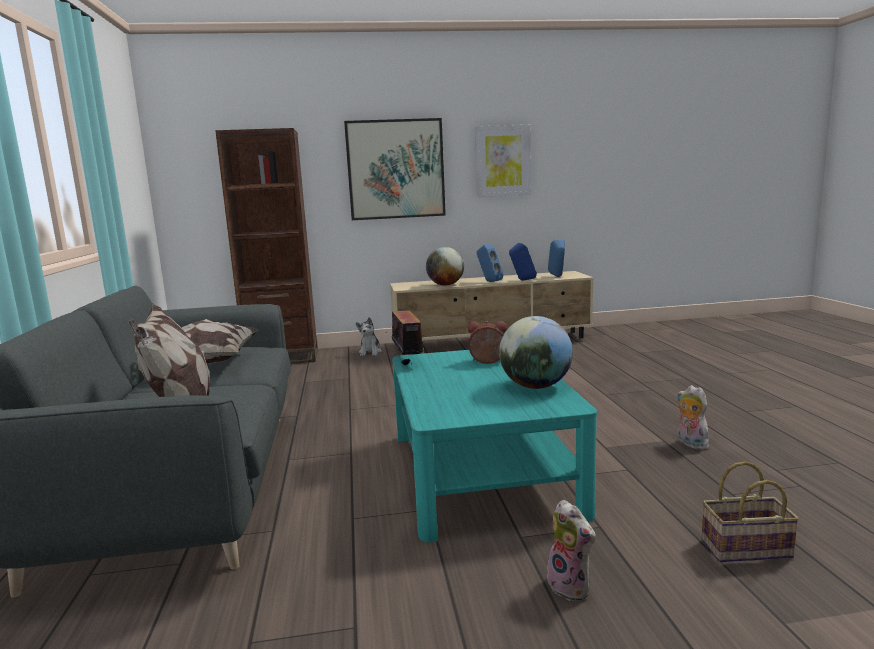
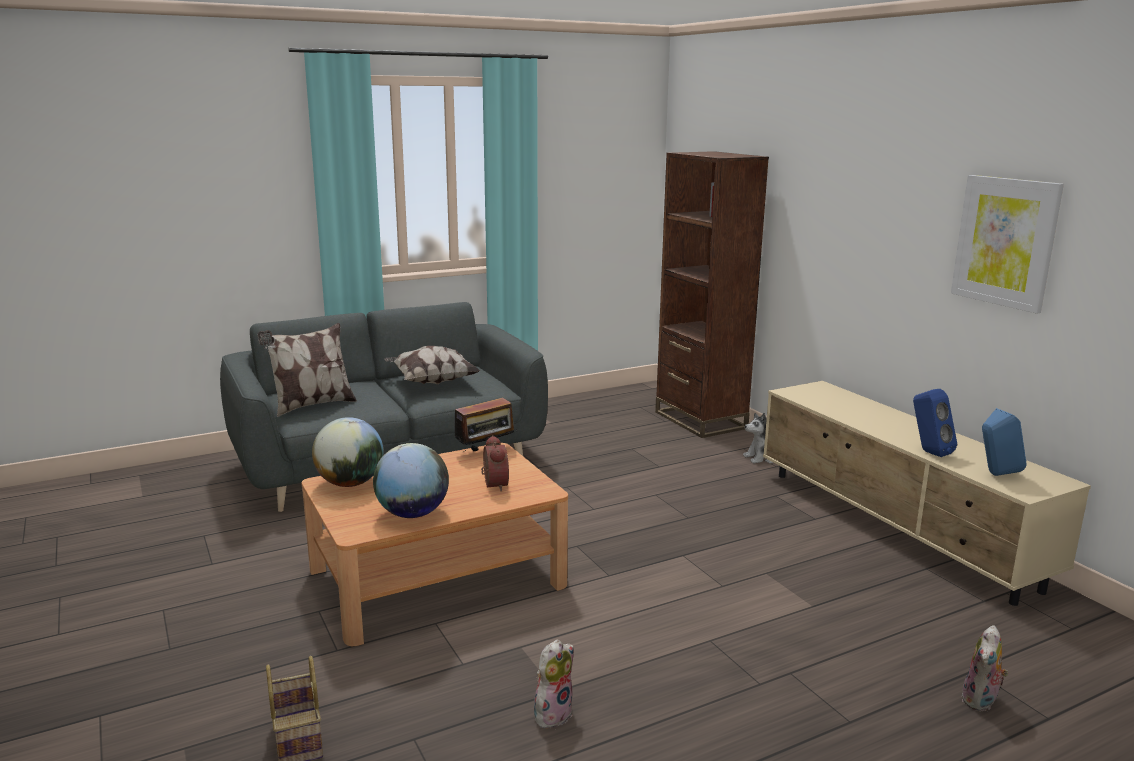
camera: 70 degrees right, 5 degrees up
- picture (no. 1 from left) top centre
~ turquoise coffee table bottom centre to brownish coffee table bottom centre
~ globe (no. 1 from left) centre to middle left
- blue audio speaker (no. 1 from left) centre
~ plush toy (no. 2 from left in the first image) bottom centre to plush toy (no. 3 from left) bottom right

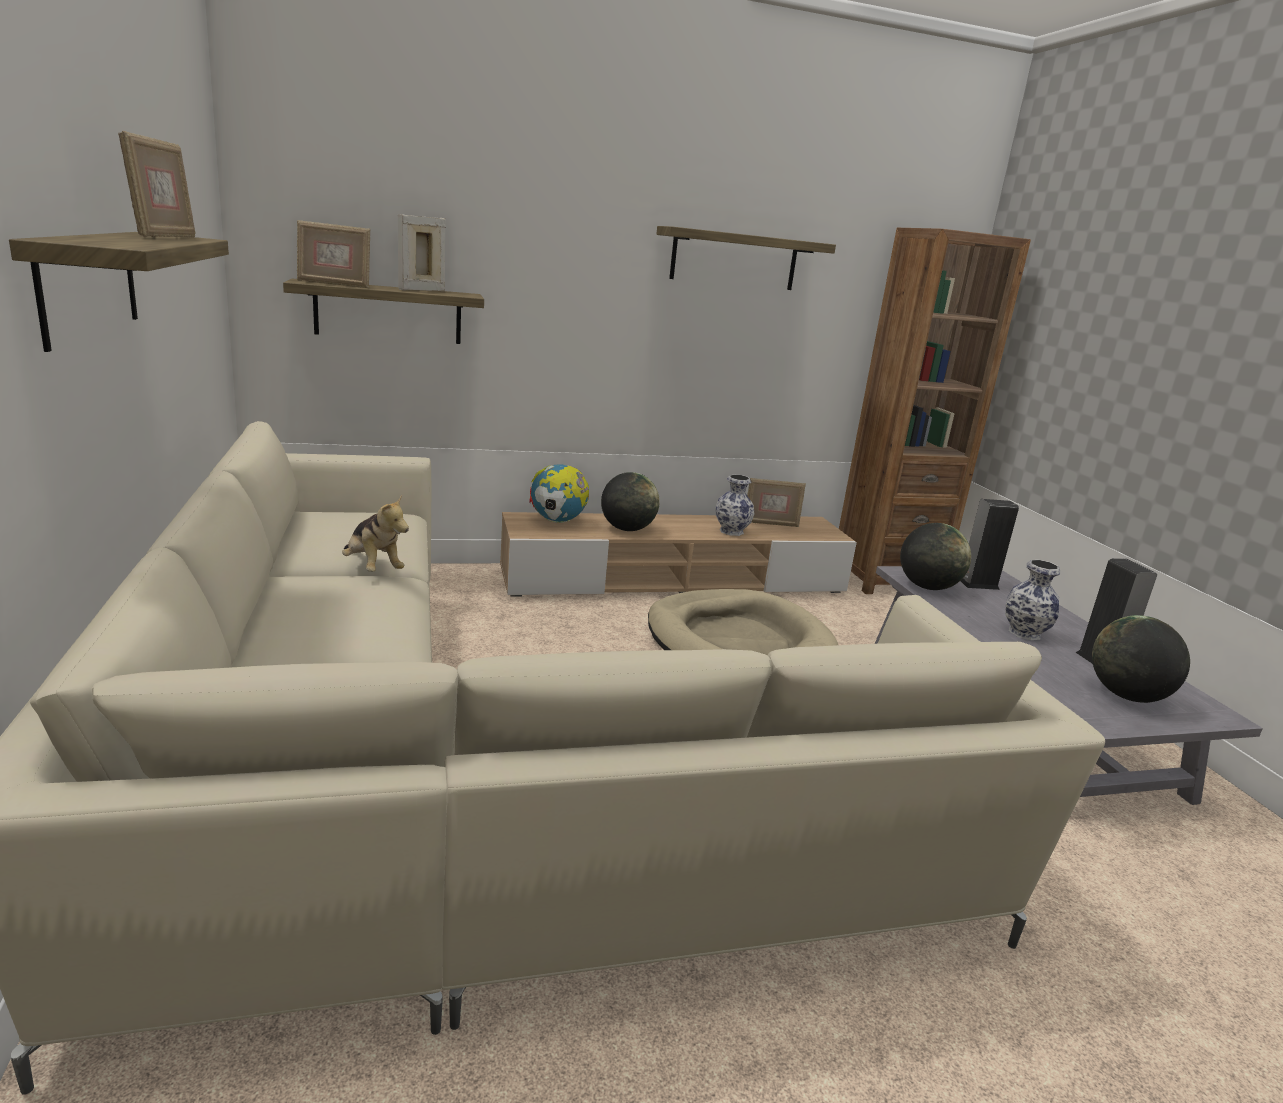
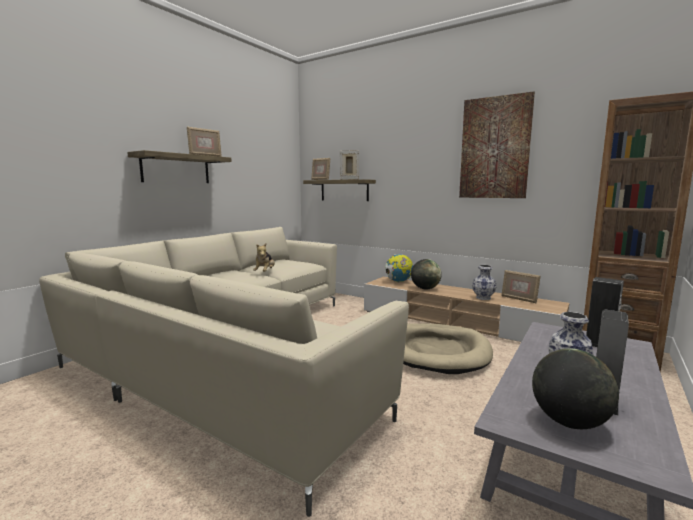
camera: 50 degrees right, 10 degrees down
~ shelf (no. 3 from left) top centre to picture top right
- globe (no. 3 from left) middle right

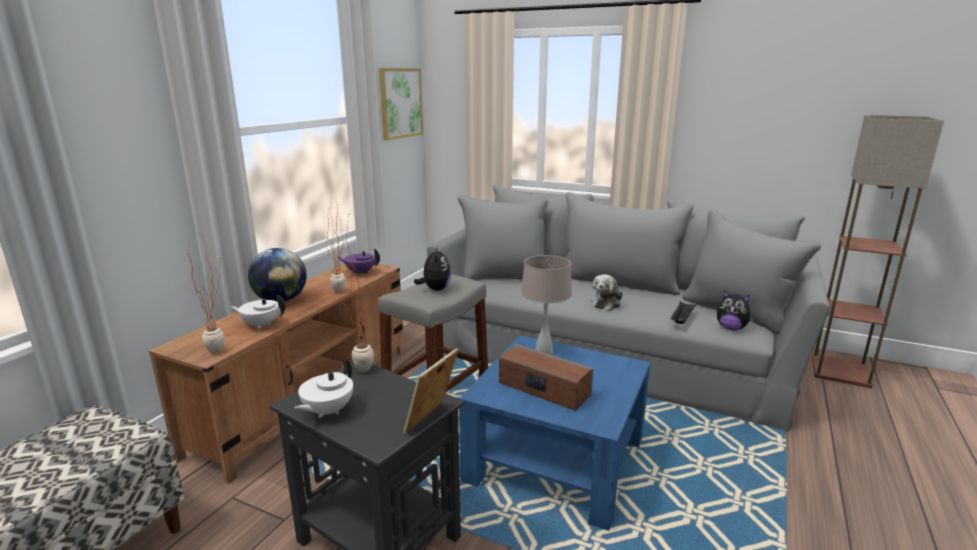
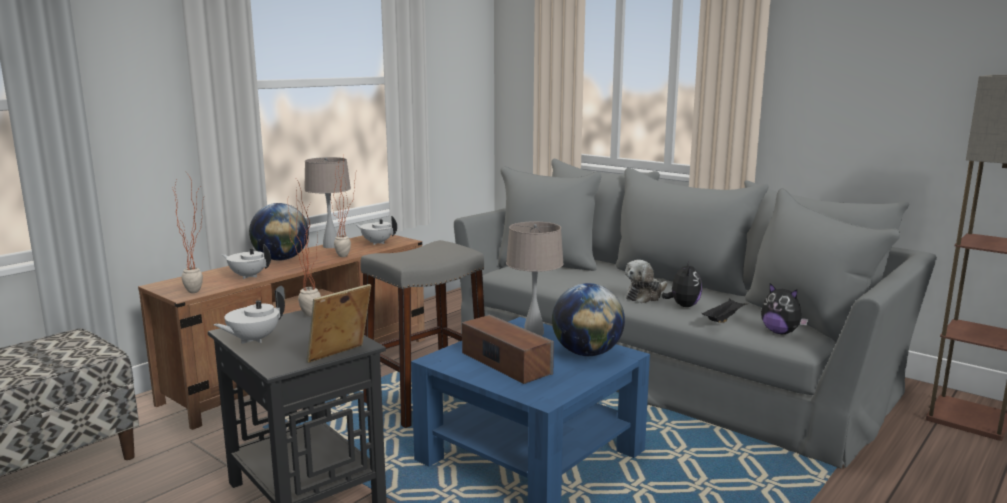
camera: 15 degrees right, 5 degrees down
~ purple-coloured teapot centre to white teapot (no. 3 from left) centre
- picture top centre
~ plush toy (no. 1 from left in the first image) centre to plush toy (no. 2 from left) middle right
+ beige tabletop lamp (no. 1 from left) middle left
+ globe (no. 2 from left) centre

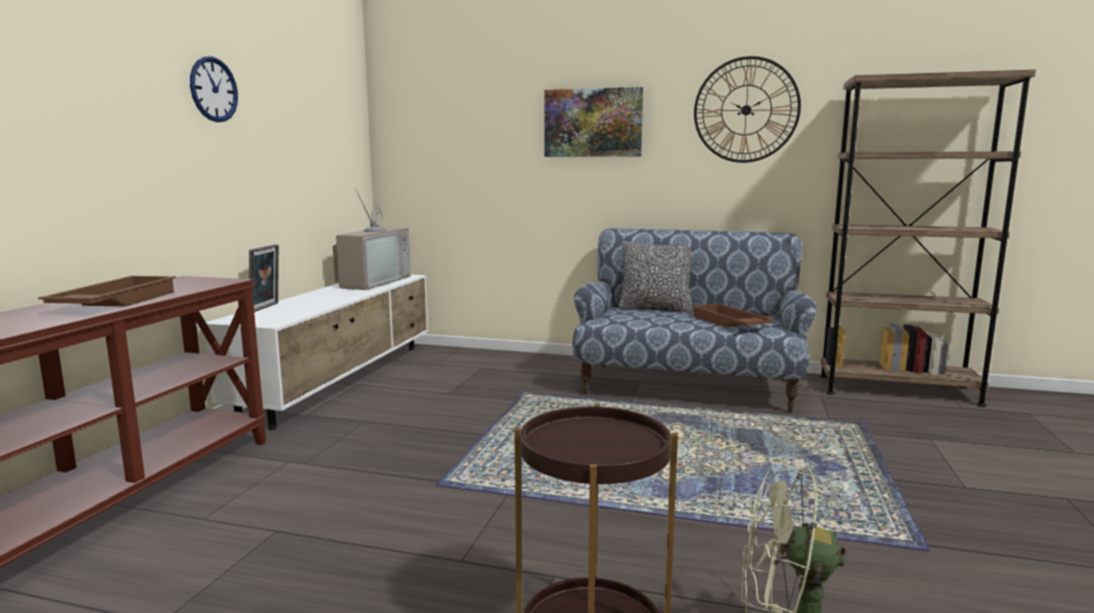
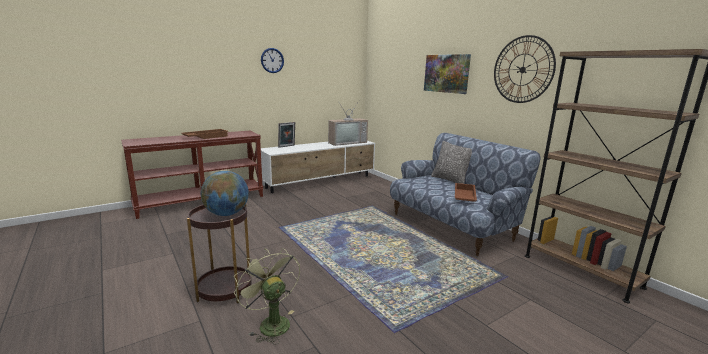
camera: 40 degrees right, 5 degrees up
+ globe middle left

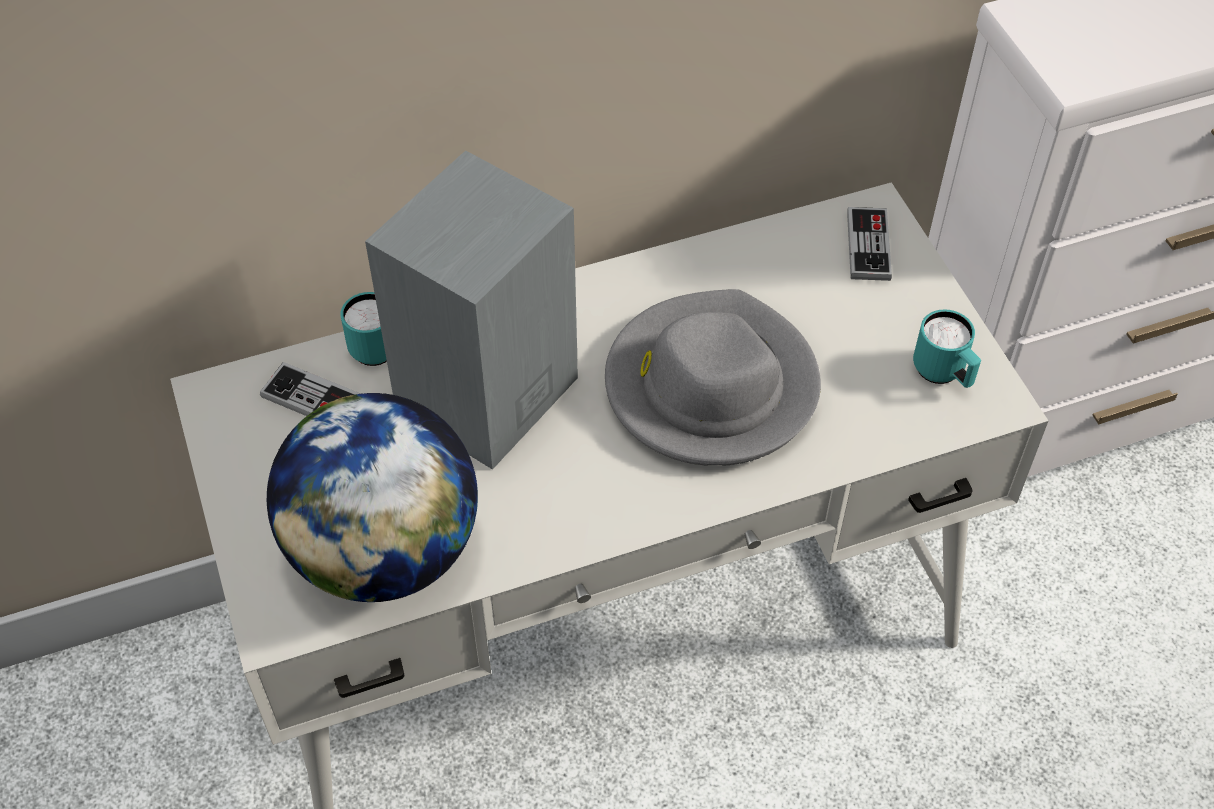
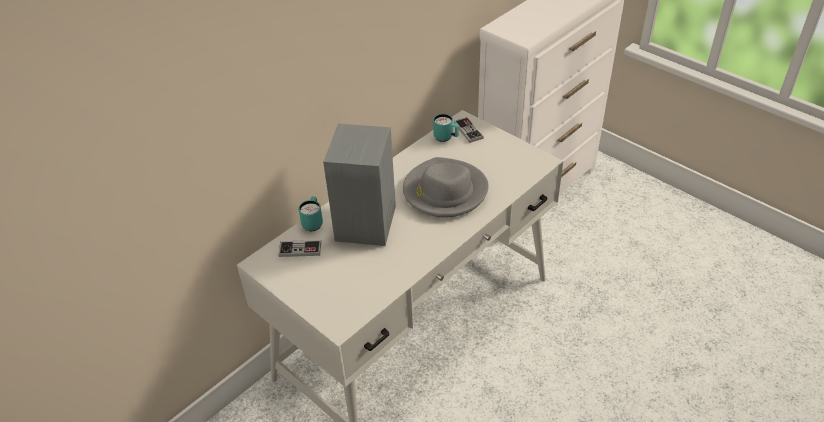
camera: 25 degrees left, 10 degrees down
- globe middle left
~ turquoise coffee mug (no. 2 from left) middle right to top centre

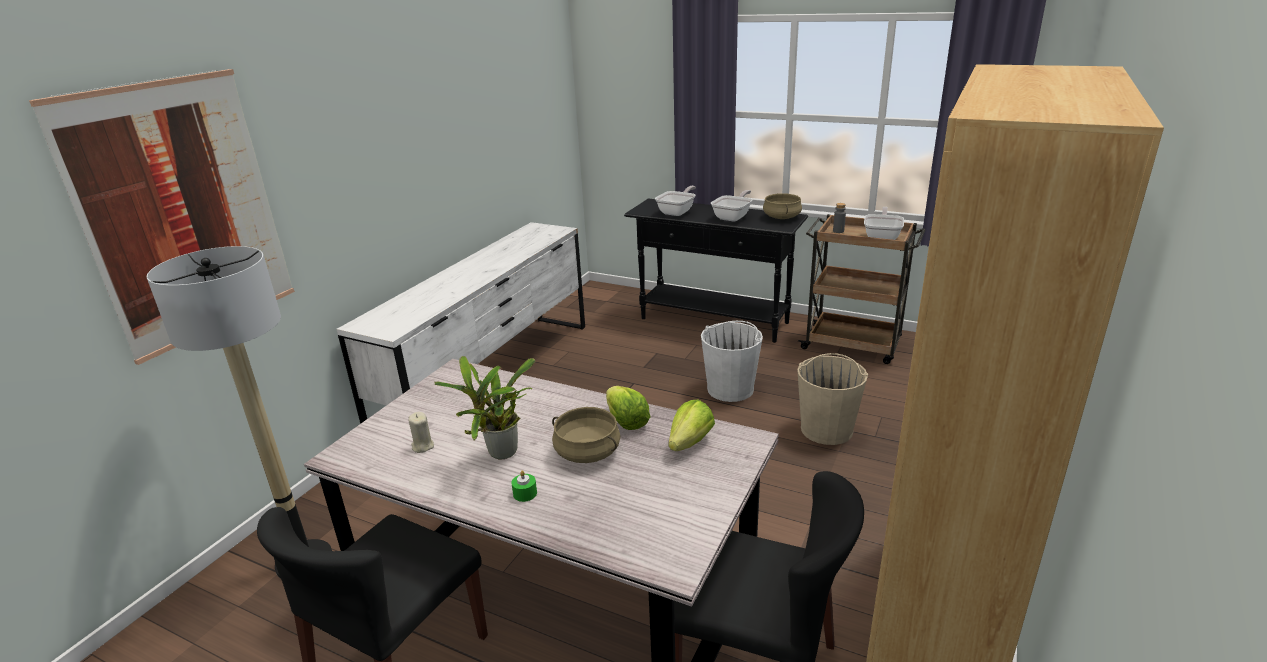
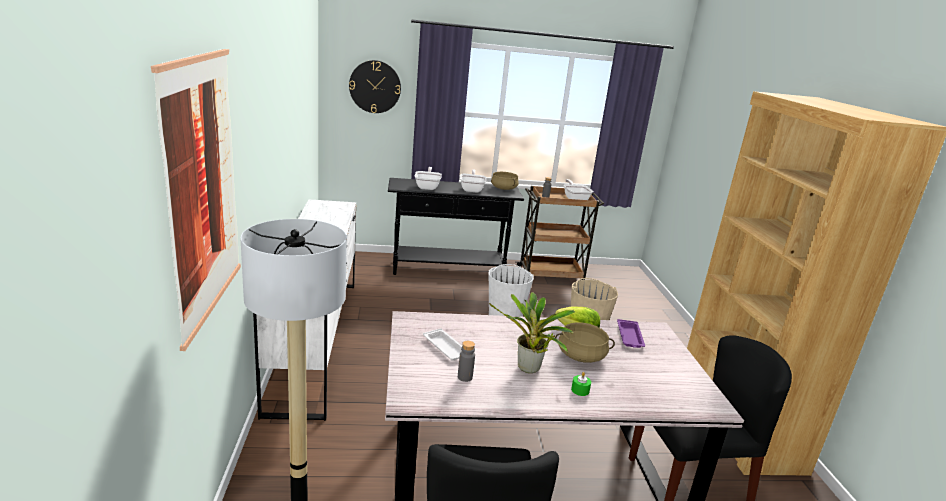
camera: 35 degrees left, 5 degrees down
~ beige candle middle left to gray drink bottle (no. 1 from left) bottom centre
~ lettuce head (no. 2 from left) centre to purple-coloured serving tray middle right
+ wall clock top centre
+ white serving tray bottom centre

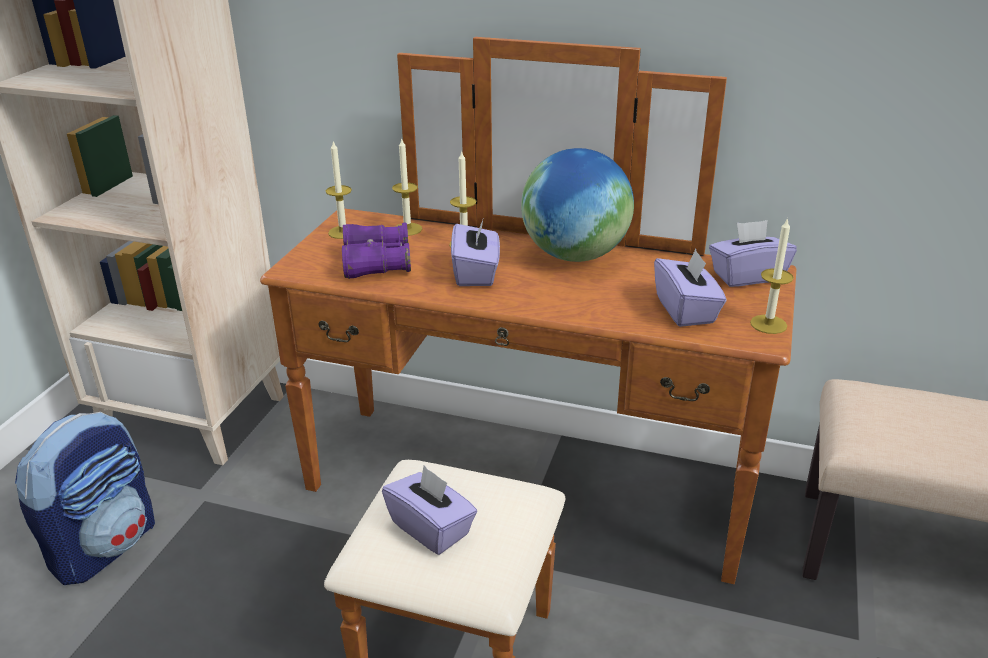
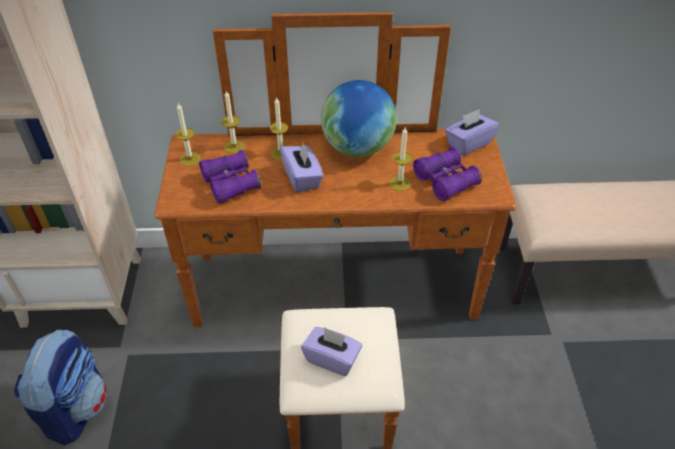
camera: 20 degrees left, 15 degrees up
~ purple-coloured tissue box (no. 3 from left) middle right to purple-coloured binoculars (no. 2 from left) centre
~ candle (no. 4 from left) middle right to centre

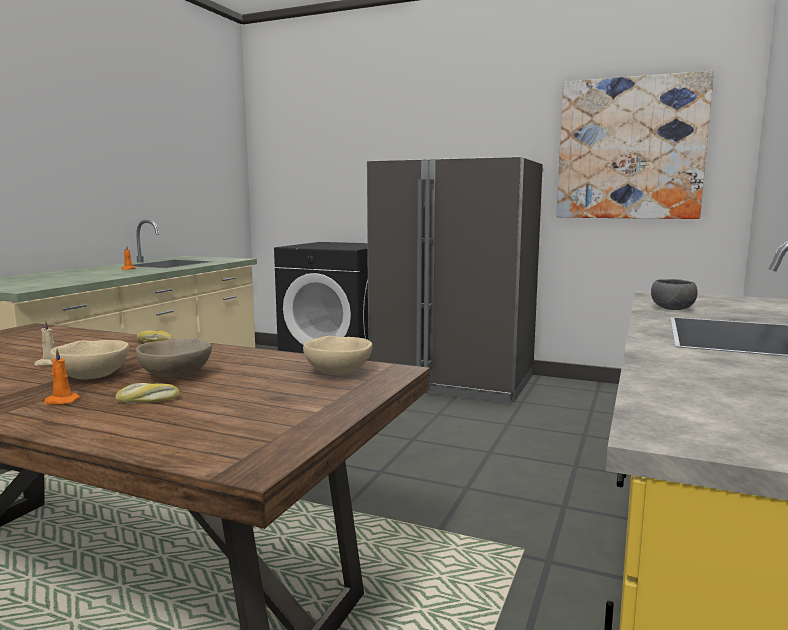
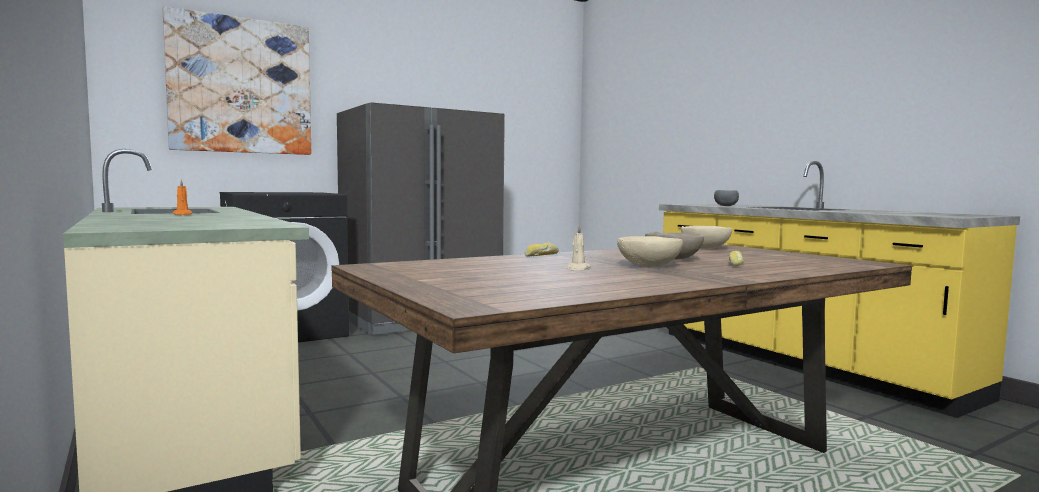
camera: 55 degrees left, 5 degrees down
- orange candle (no. 1 from left) middle left
~ picture top right to top left

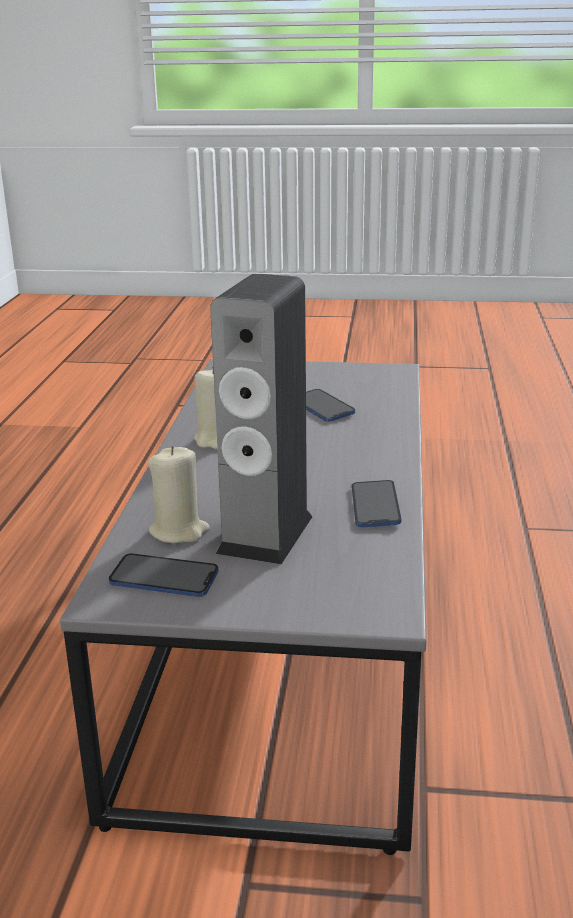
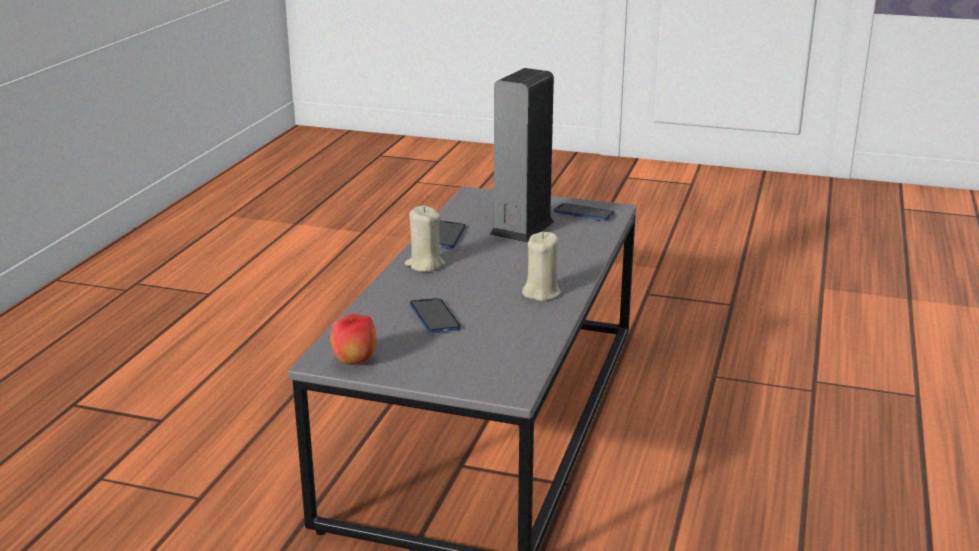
camera: 170 degrees left, 0 degrees up
~ beige candle (no. 1 from left) middle left to centre
+ whole apple centre

